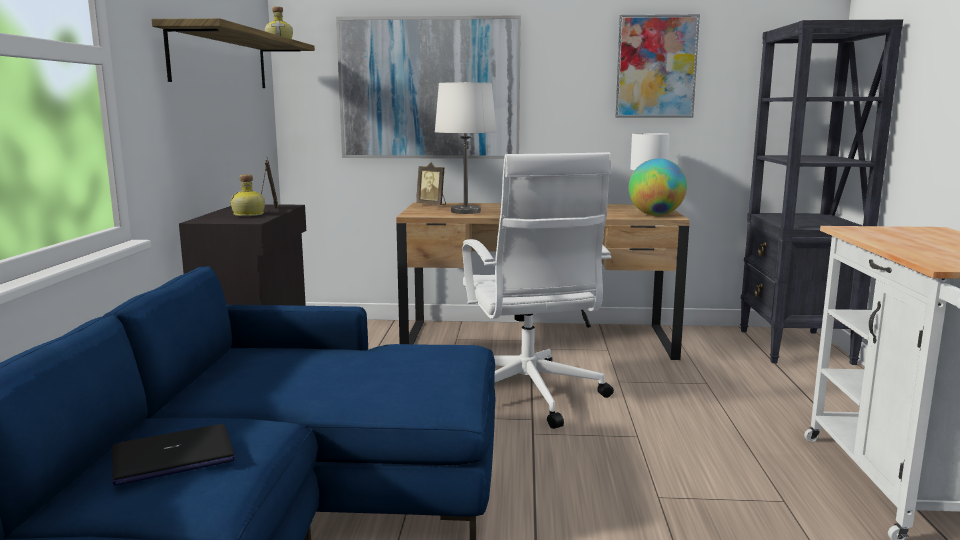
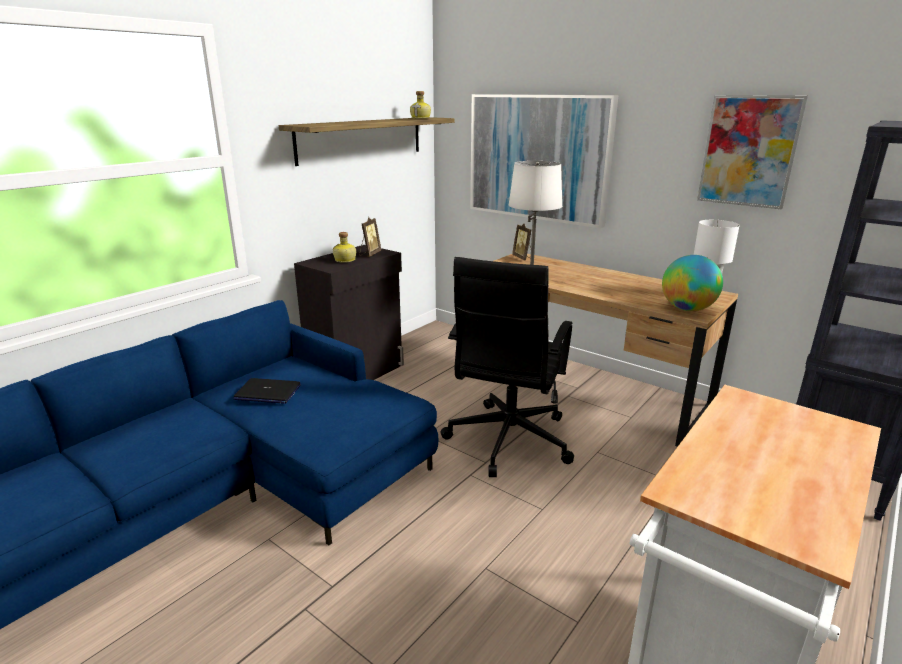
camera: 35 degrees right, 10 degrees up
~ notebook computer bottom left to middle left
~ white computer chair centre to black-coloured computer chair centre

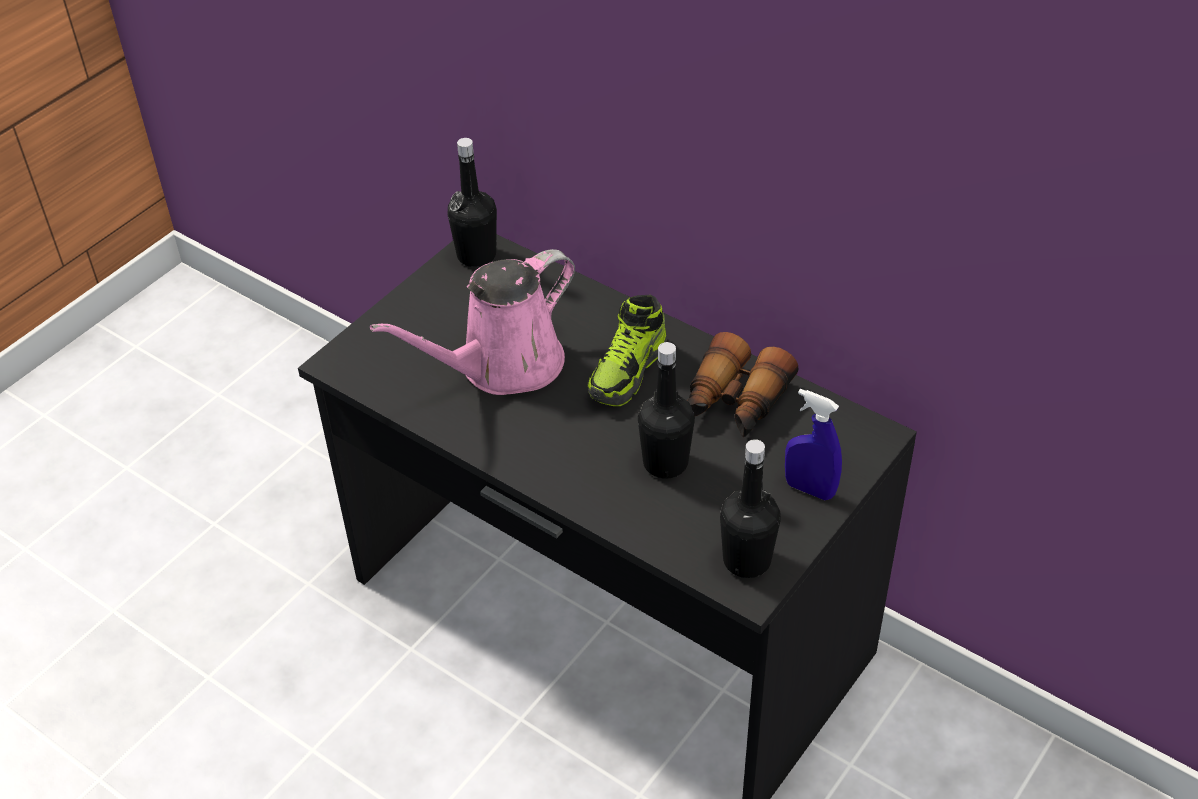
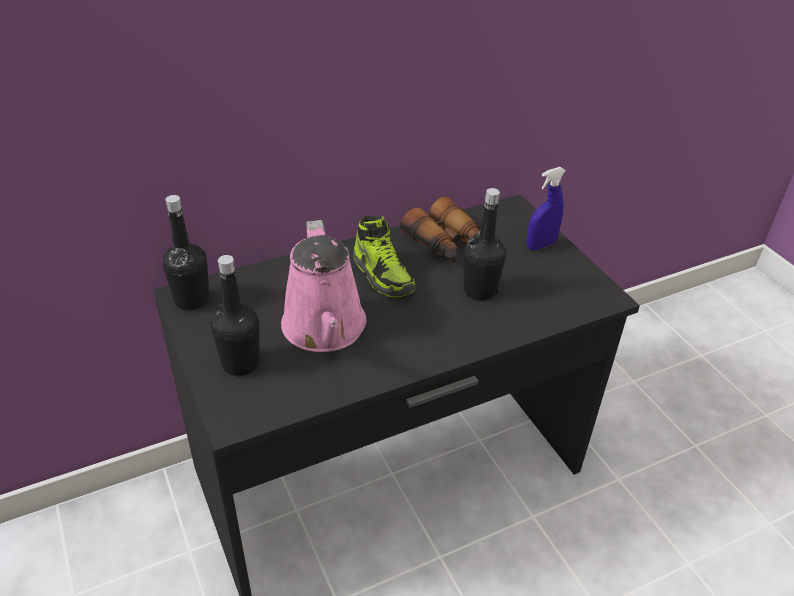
camera: 65 degrees left, 5 degrees down
~ black-coloured drink bottle (no. 3 from left in the first image) centre to black-coloured drink bottle (no. 2 from left) middle left

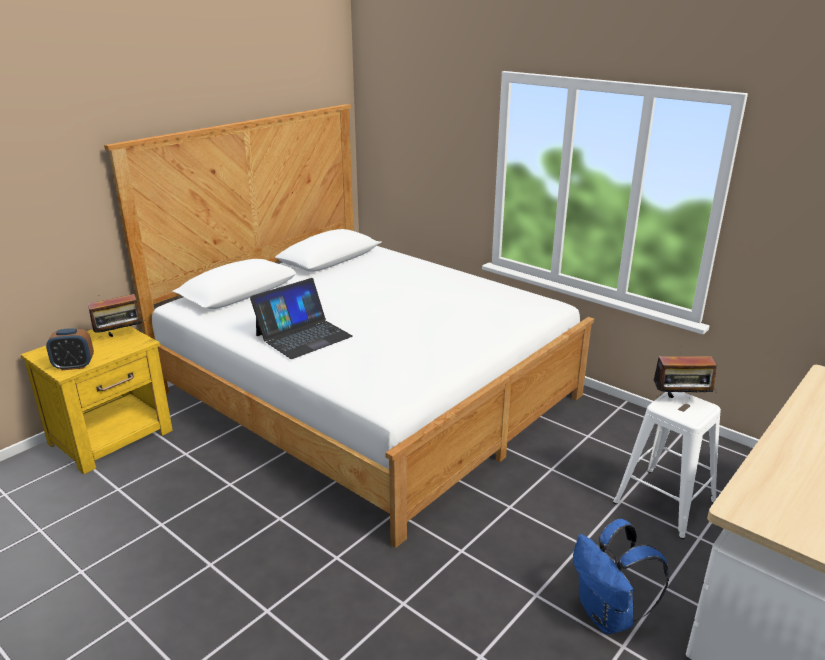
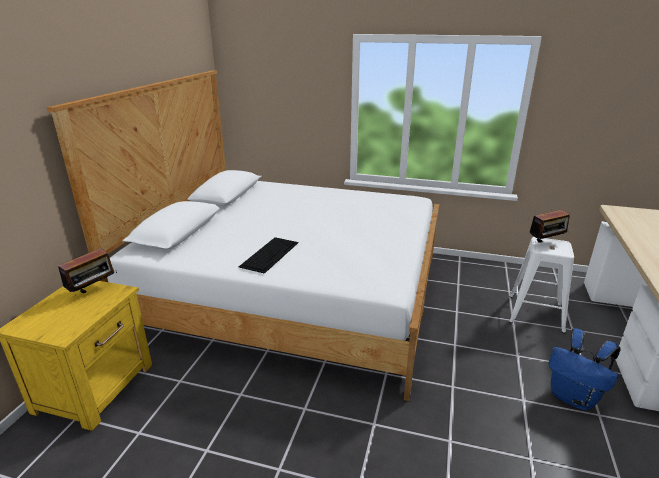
camera: 25 degrees left, 0 degrees up
- table clock middle left
~ notebook computer centre to keyboard centre

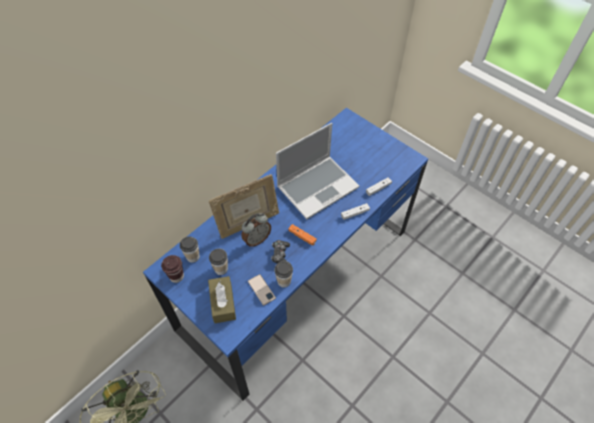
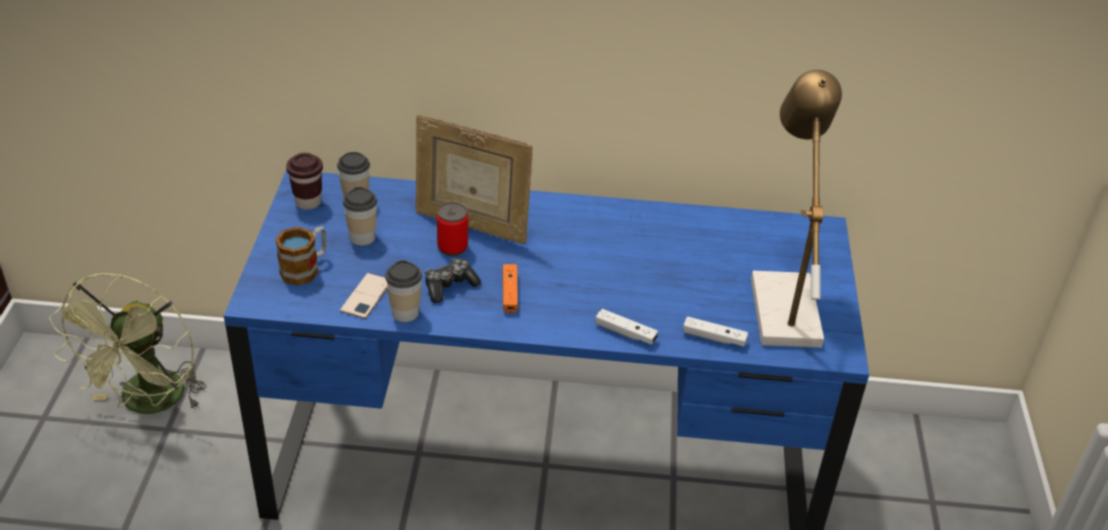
camera: 50 degrees right, 15 degrees down
~ brownish tissue box bottom centre to coffee mug middle left
~ table clock centre to can centre
- notebook computer centre
+ tabletop lamp middle right

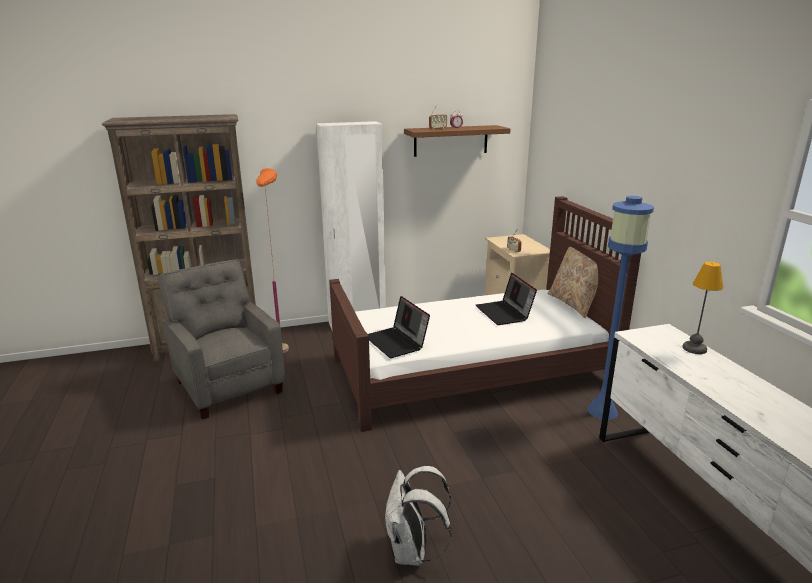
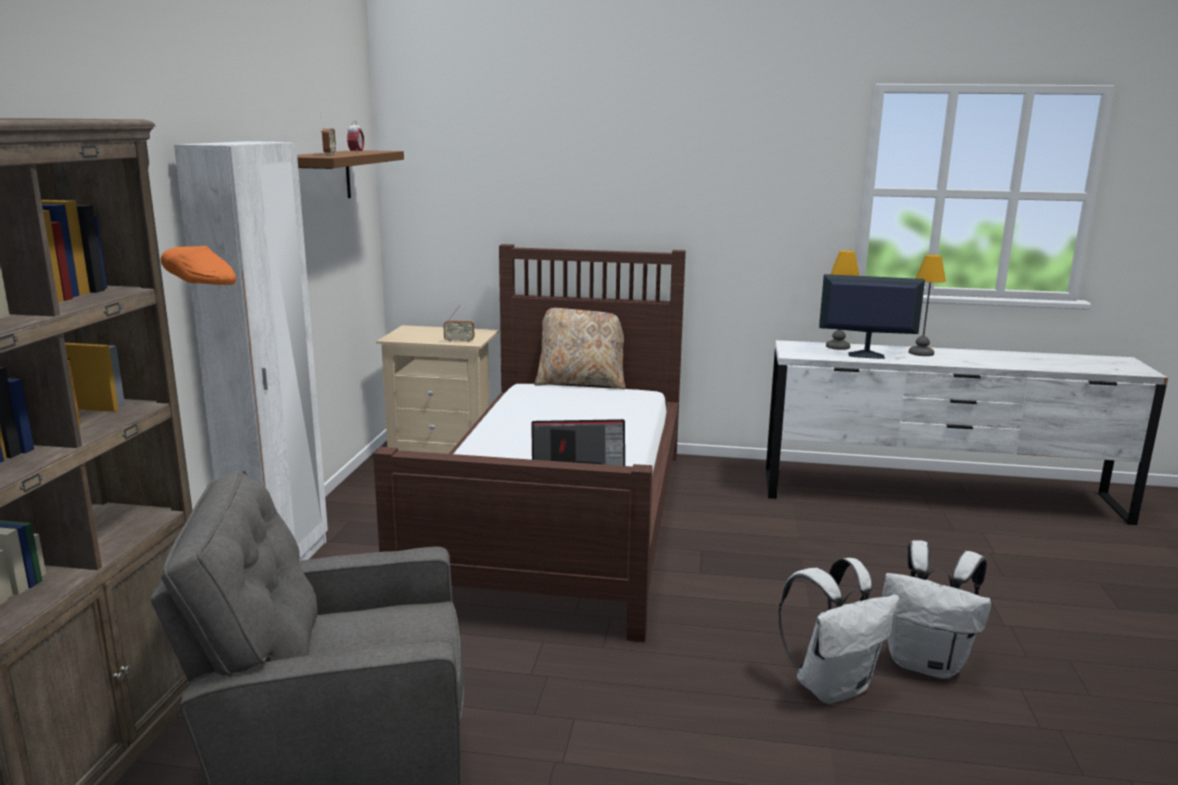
camera: 65 degrees left, 5 degrees down
- notebook computer (no. 2 from left) centre
- blue floor lamp middle right
+ white knapsack (no. 1 from left) bottom right
+ computer display middle right
+ tabletop lamp (no. 2 from left) middle right

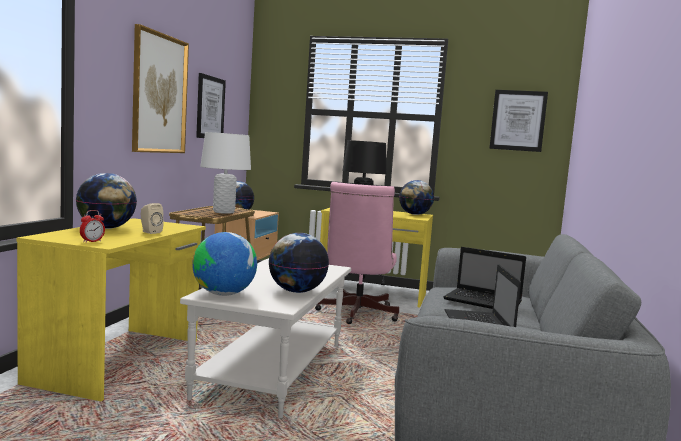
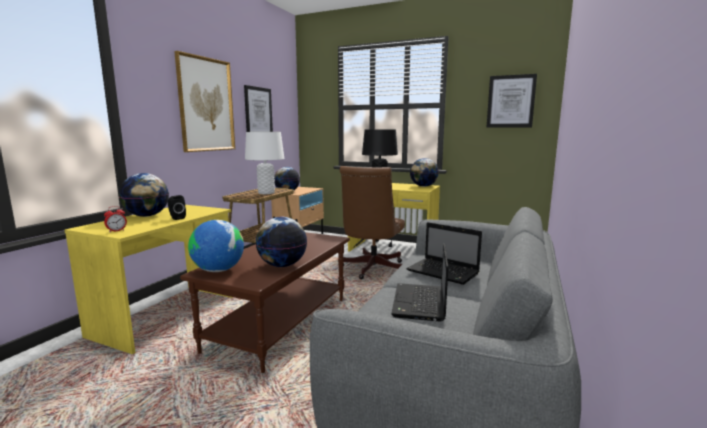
camera: 10 degrees right, 5 degrees up
~ beige audio speaker middle left to black-coloured audio speaker middle left
~ white coffee table bottom centre to brownish coffee table bottom centre
~ pinkish computer chair centre to brownish computer chair centre

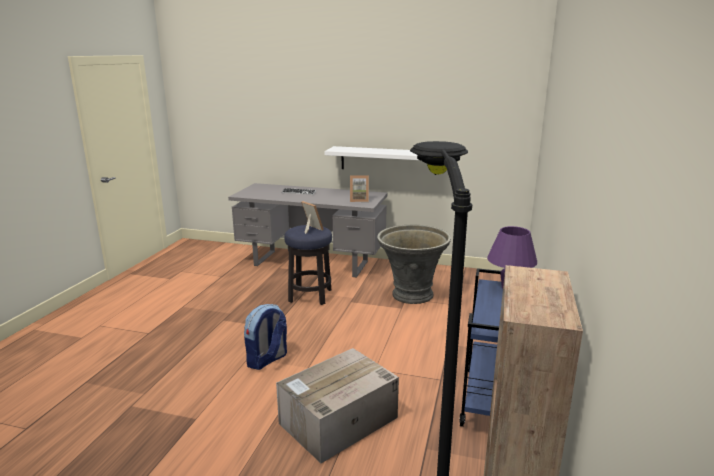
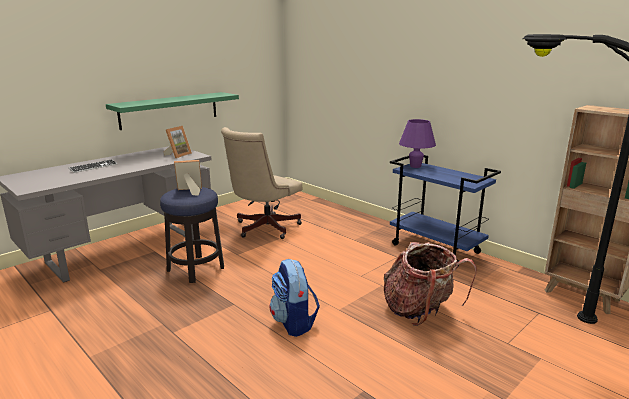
camera: 60 degrees left, 0 degrees up
~ cardboard box bottom centre to knapsack (no. 2 from left) bottom right
~ white shelf centre to green-coloured shelf top left
~ gray plant pot centre to beige computer chair centre

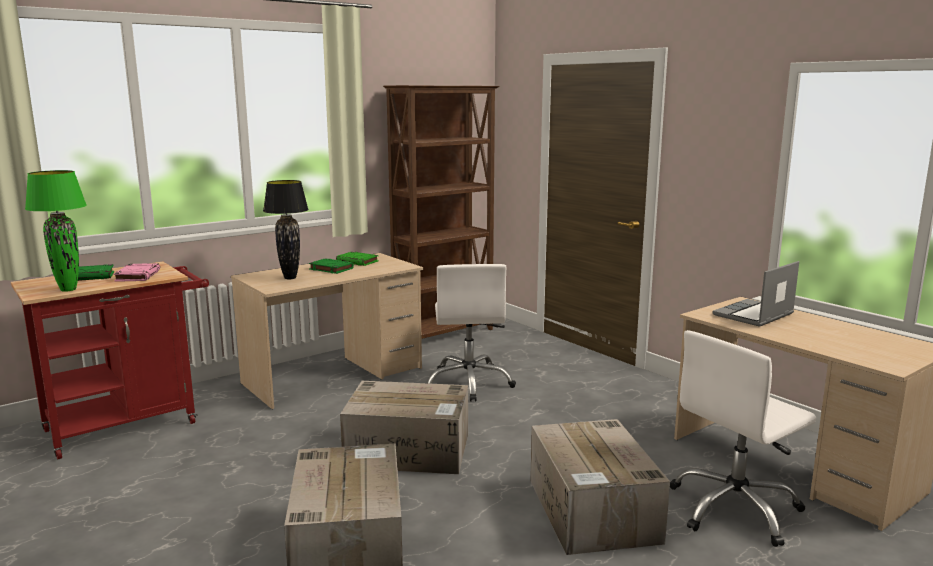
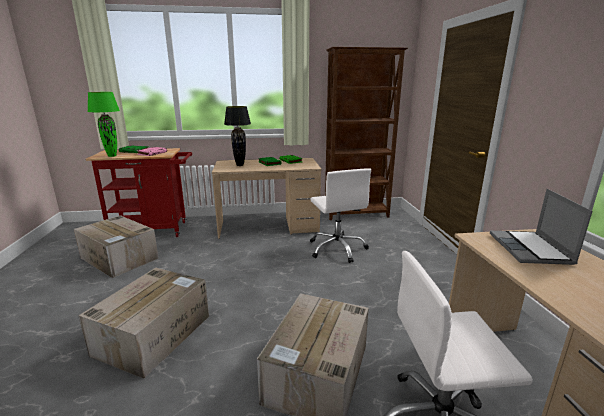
camera: 30 degrees right, 5 degrees up
~ cardboard box (no. 2 from left in the first image) bottom centre to cardboard box (no. 1 from left) middle left
~ white computer chair (no. 1 from left) centre = centre 45 degrees counterclockwise
~ notebook computer middle right = middle right 75 degrees counterclockwise

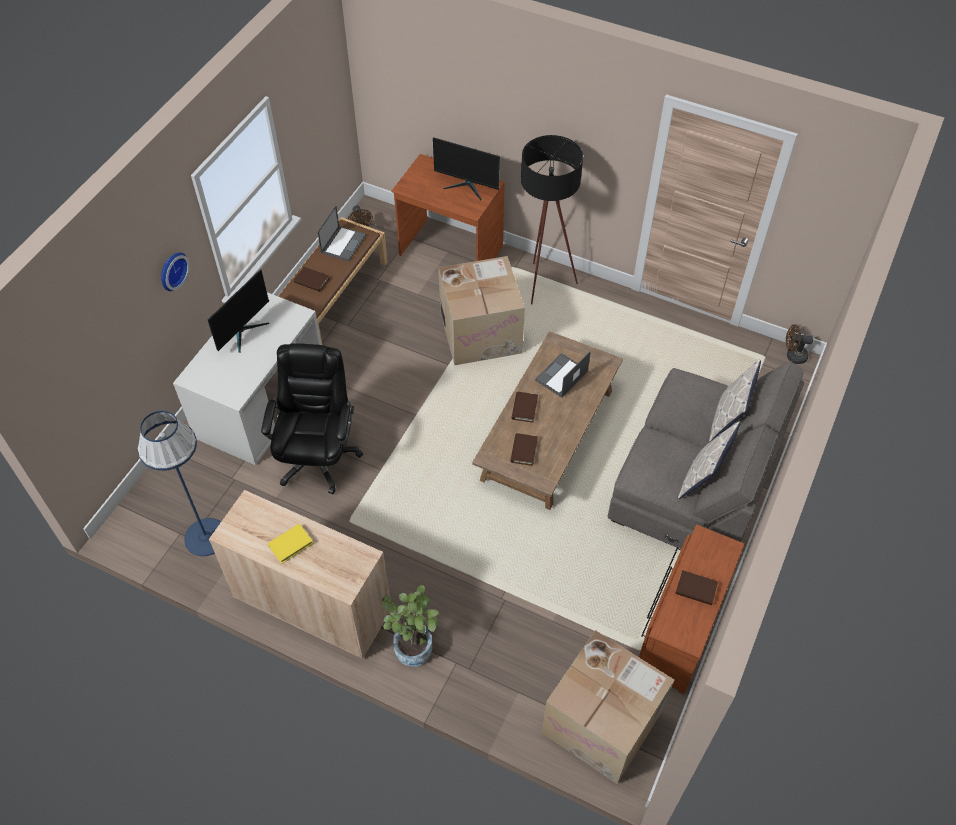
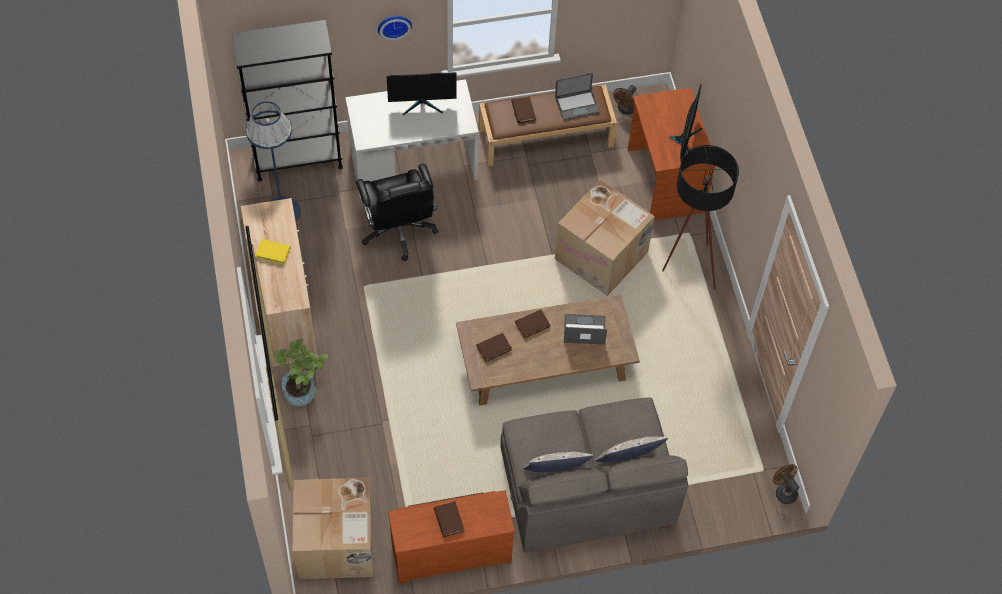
camera: 50 degrees right, 5 degrees up
~ black-coloured computer chair middle left = centre 105 degrees clockwise
~ computer display (no. 2 from left) top centre = top right 150 degrees counterclockwise
+ black-coloured bookshelf top left

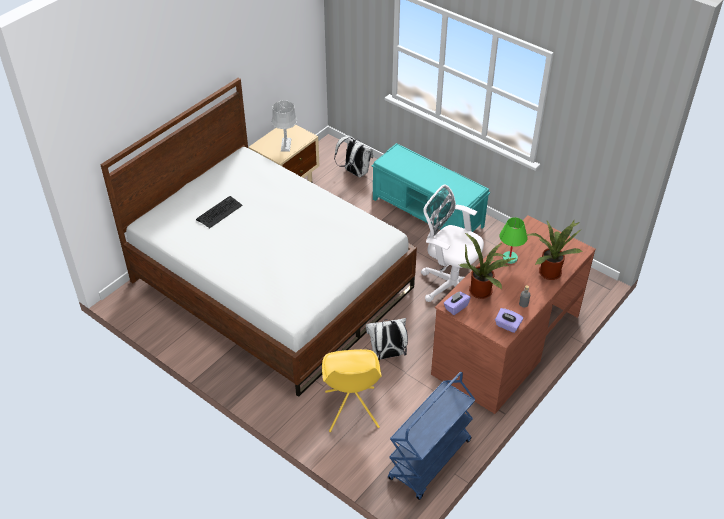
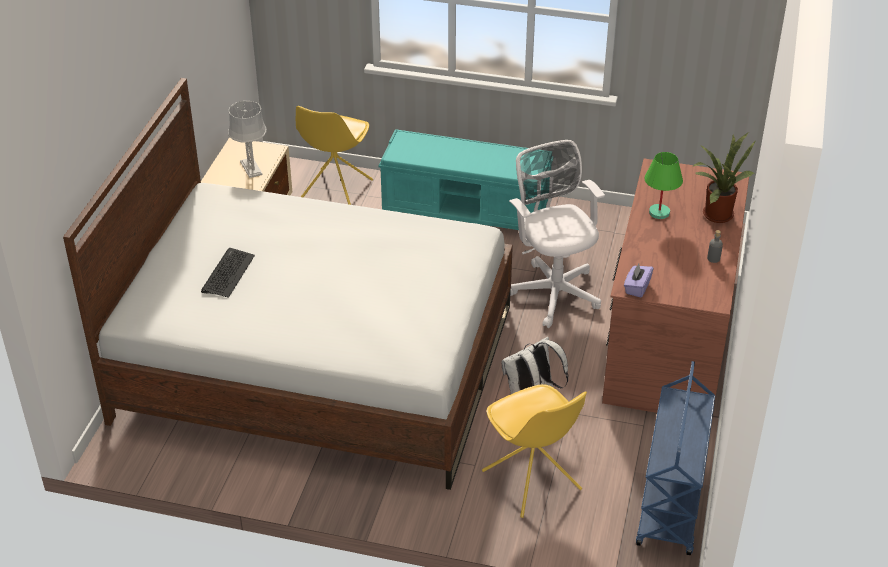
camera: 25 degrees left, 5 degrees down
~ white knapsack (no. 1 from left) top centre to yellowish upright chair (no. 1 from left) top centre
~ white computer chair centre = centre 60 degrees clockwise
- houseplant (no. 1 from left) middle right
- purple-coloured tissue box (no. 2 from left) middle right

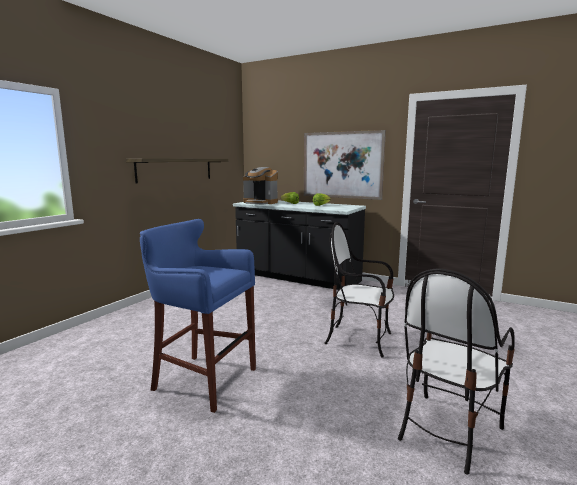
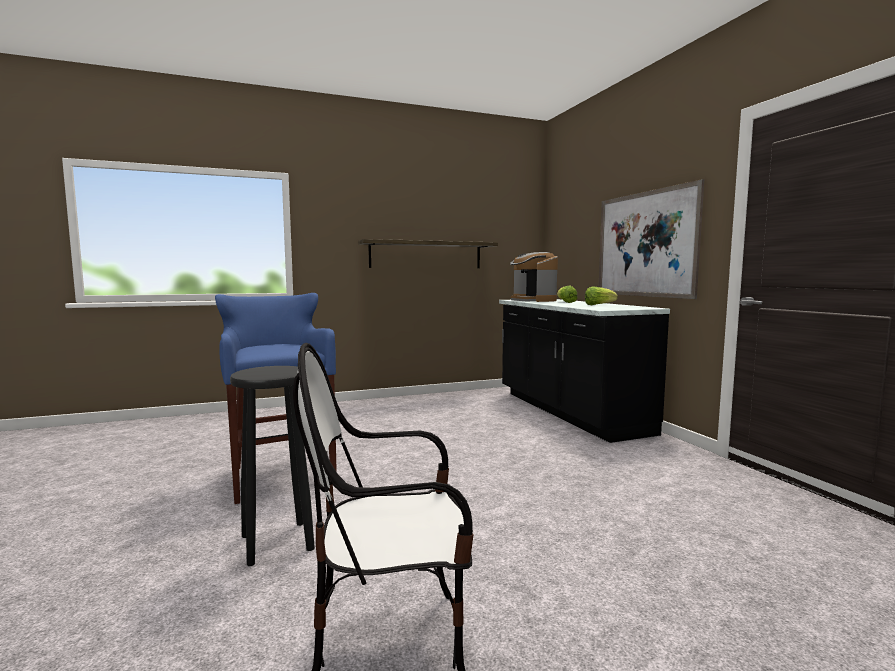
camera: 40 degrees right, 5 degrees down
- upright chair (no. 1 from left) centre
+ black-coloured sitting stool bottom left

